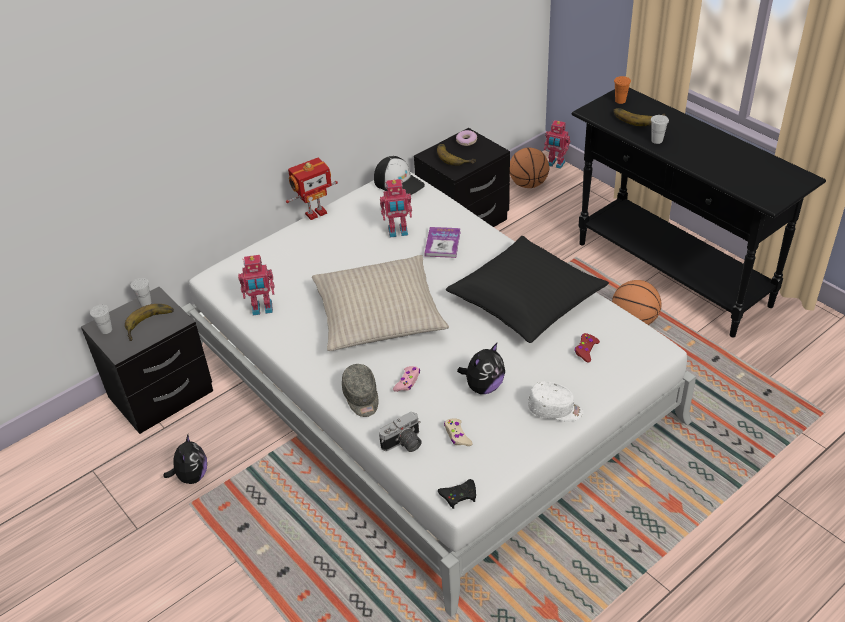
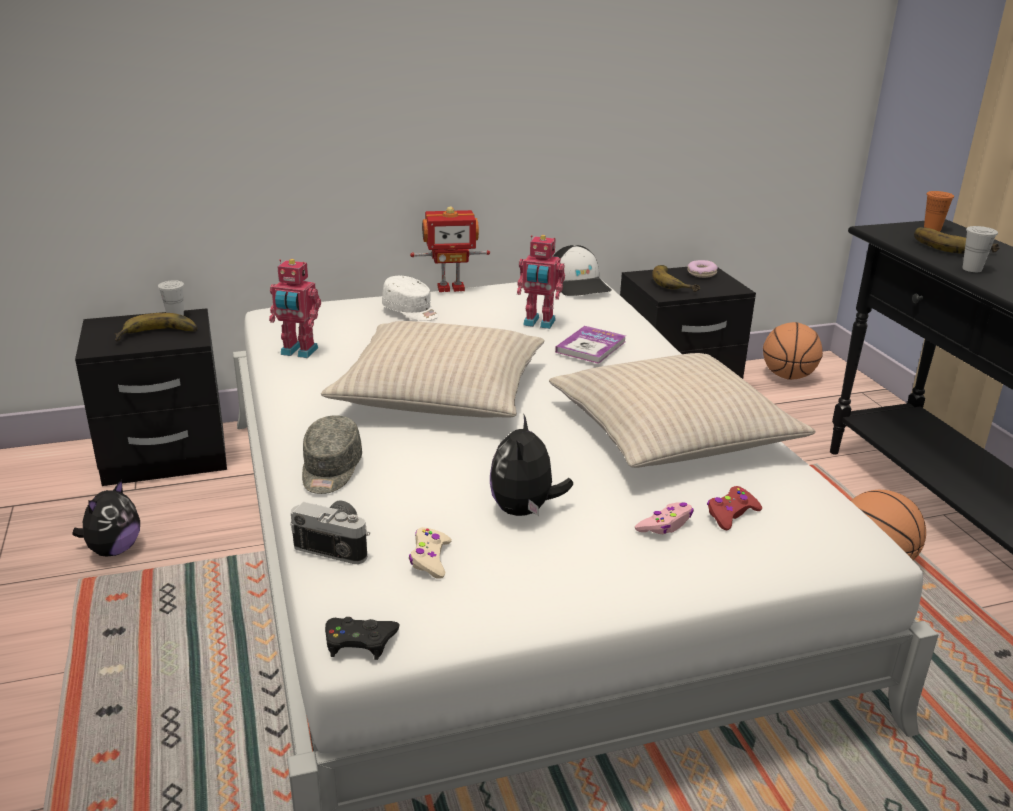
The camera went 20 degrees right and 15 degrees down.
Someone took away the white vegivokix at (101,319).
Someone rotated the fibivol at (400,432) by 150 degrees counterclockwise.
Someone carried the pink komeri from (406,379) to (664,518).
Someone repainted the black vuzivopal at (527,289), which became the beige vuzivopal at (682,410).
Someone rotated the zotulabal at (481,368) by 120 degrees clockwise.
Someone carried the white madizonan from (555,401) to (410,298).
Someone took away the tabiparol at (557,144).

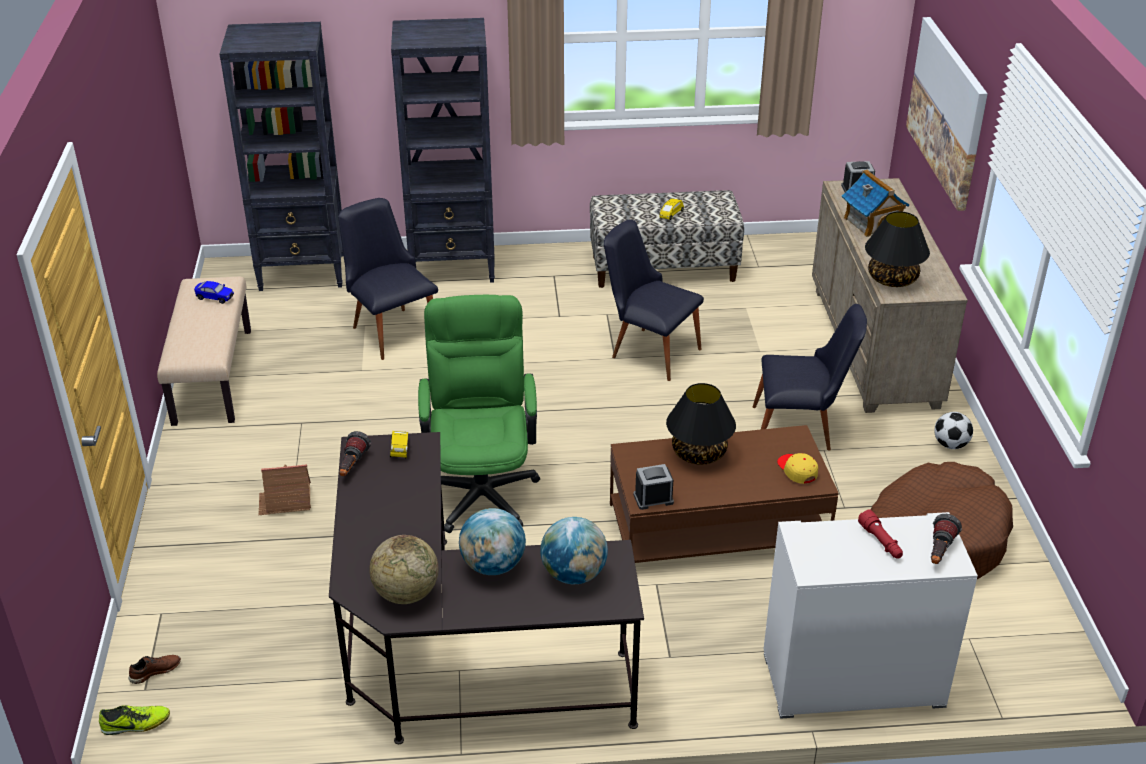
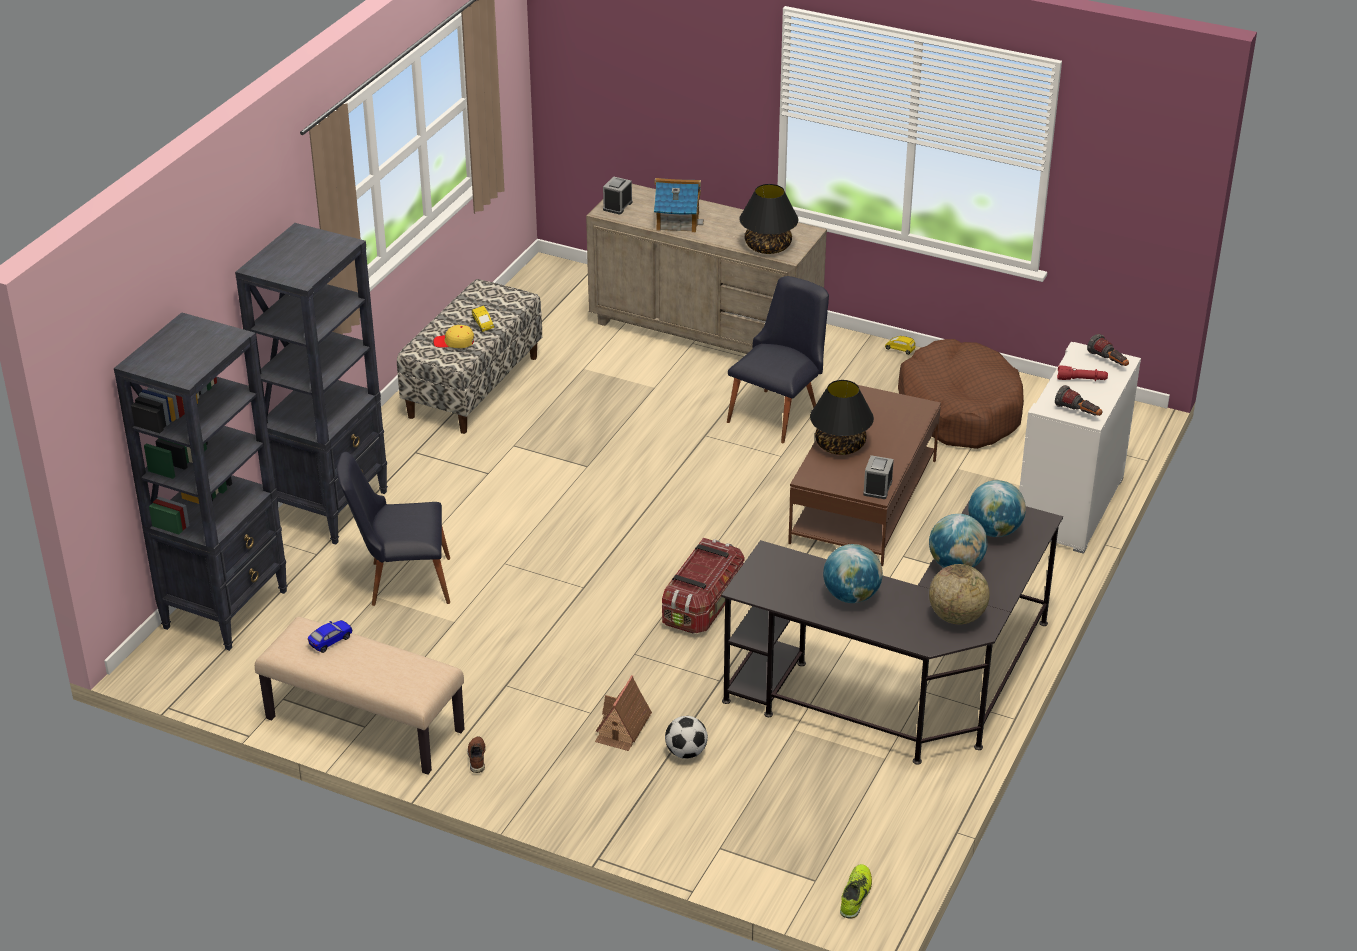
The camera went 60 degrees left and 0 degrees up.
Someone carried the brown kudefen from (154,669) to (476,754).
Someone carried the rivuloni from (355,453) to (1078,400).
Someone carried the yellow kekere from (399,445) to (900,345).
Someone swapped the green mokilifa at (479,414) for the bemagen at (703,586).
Someone took away the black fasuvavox at (654,300).
Someone carried the yellow madizonan from (797,468) to (453,336).
Someone took away the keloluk at (947,114).
Someone carried the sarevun from (953,430) to (686,737).
Someone put down the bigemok at (853,573).

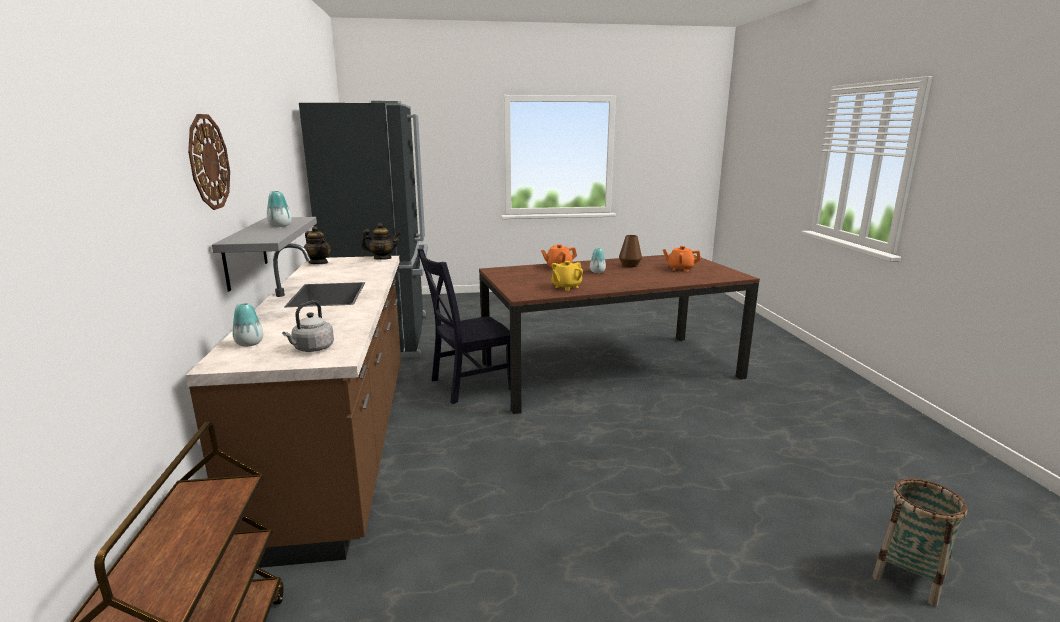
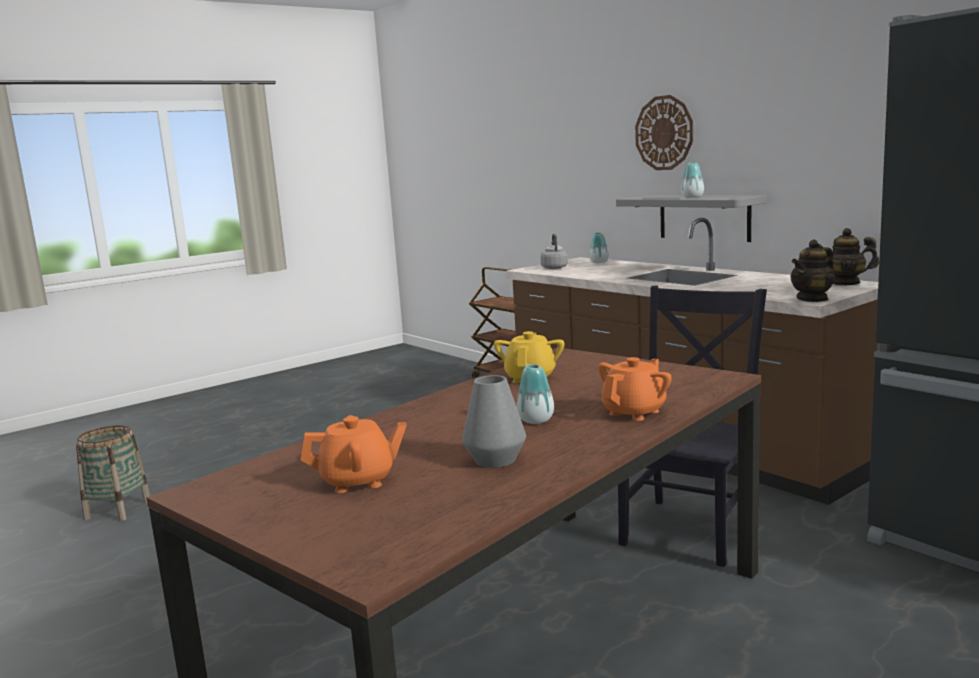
The camera went 150 degrees right and 5 degrees down.
Someone repainted the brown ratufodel at (630,251), which became the grey ratufodel at (494,421).

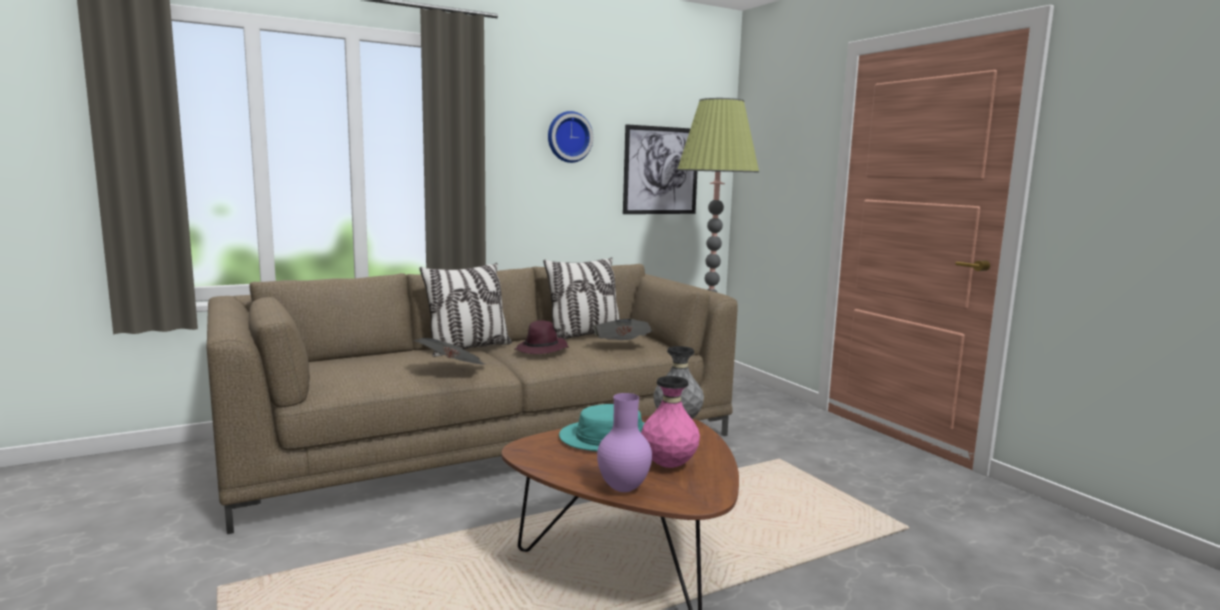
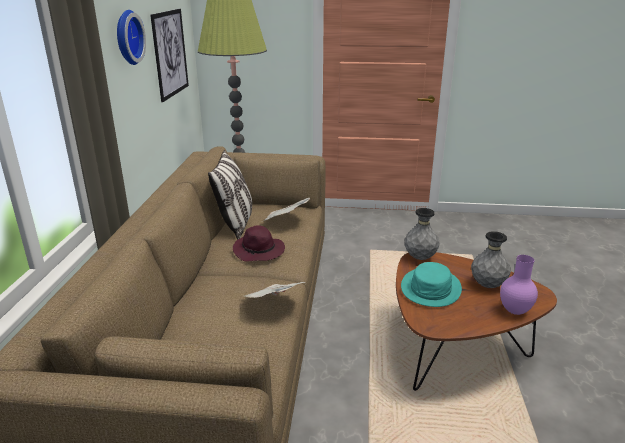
The camera went 55 degrees left and 15 degrees up.
Someone took away the vuzivopal at (465,310).
Someone repainted the pink ratufodel at (670,422), which became the grey ratufodel at (491,259).

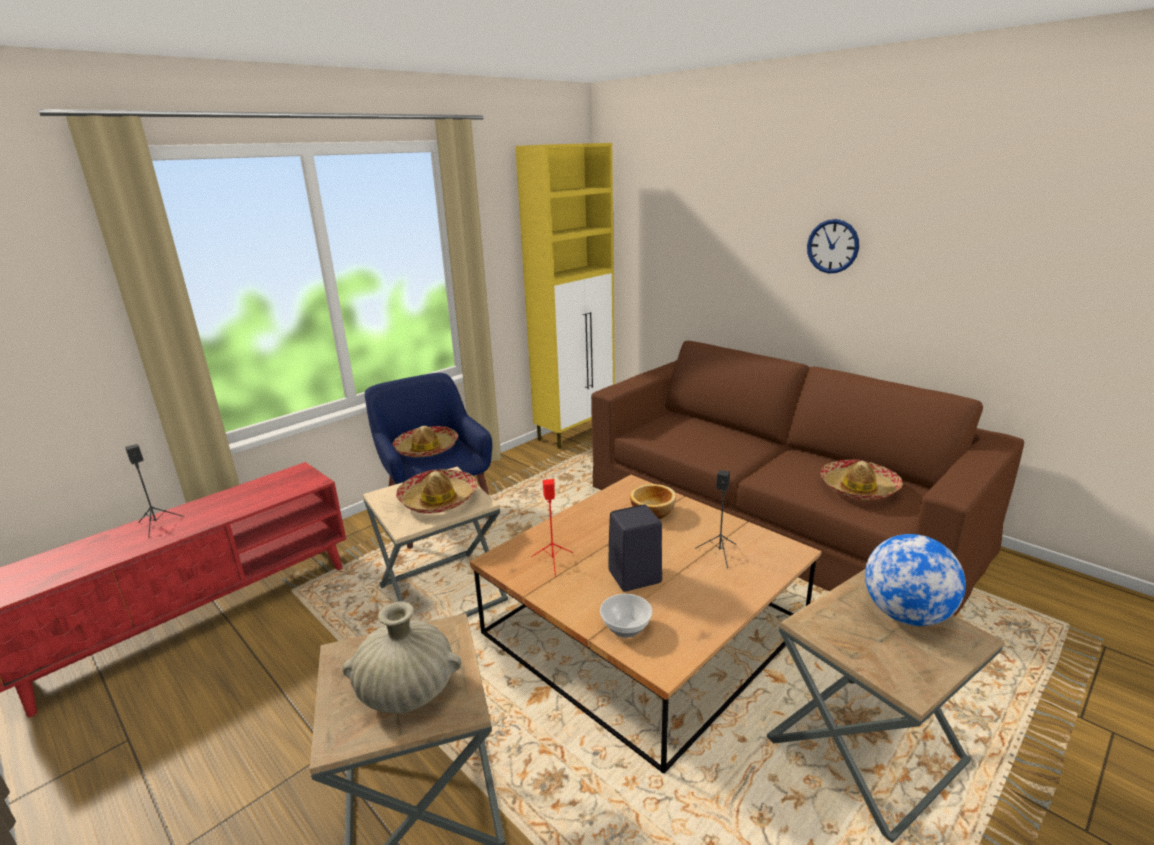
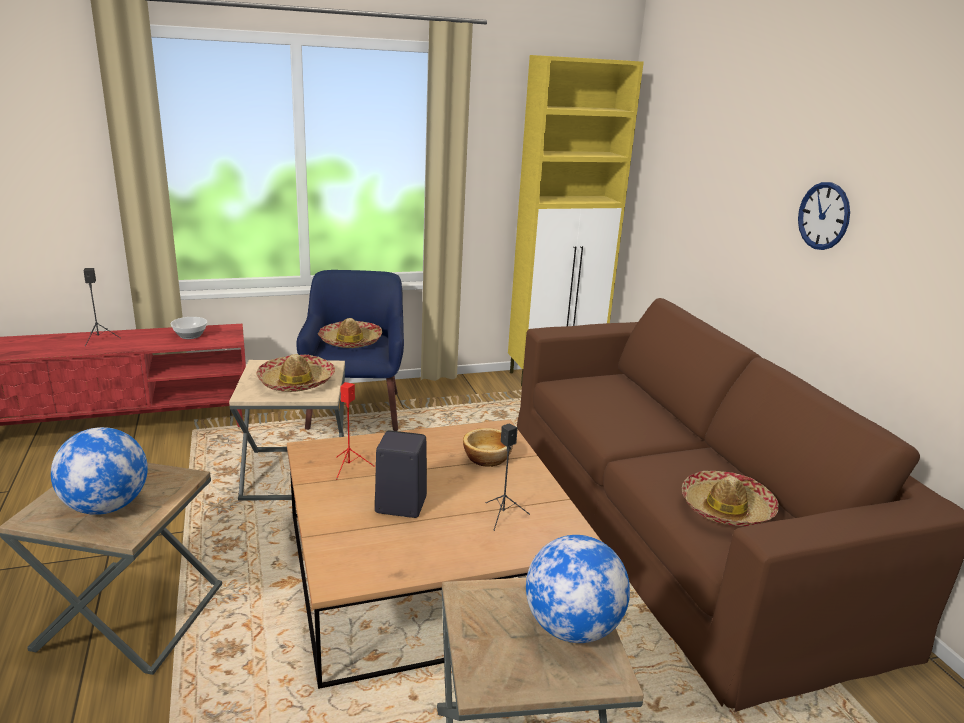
The camera went 25 degrees right and 0 degrees up.
Someone swapped the beige ratufodel at (401,657) for the bigemok at (99,471).
Someone carried the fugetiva from (626,616) to (189,328).

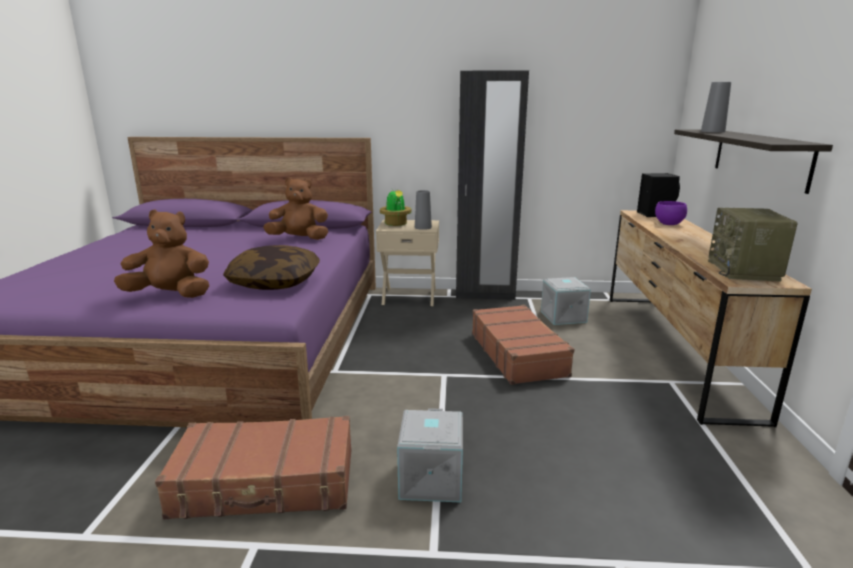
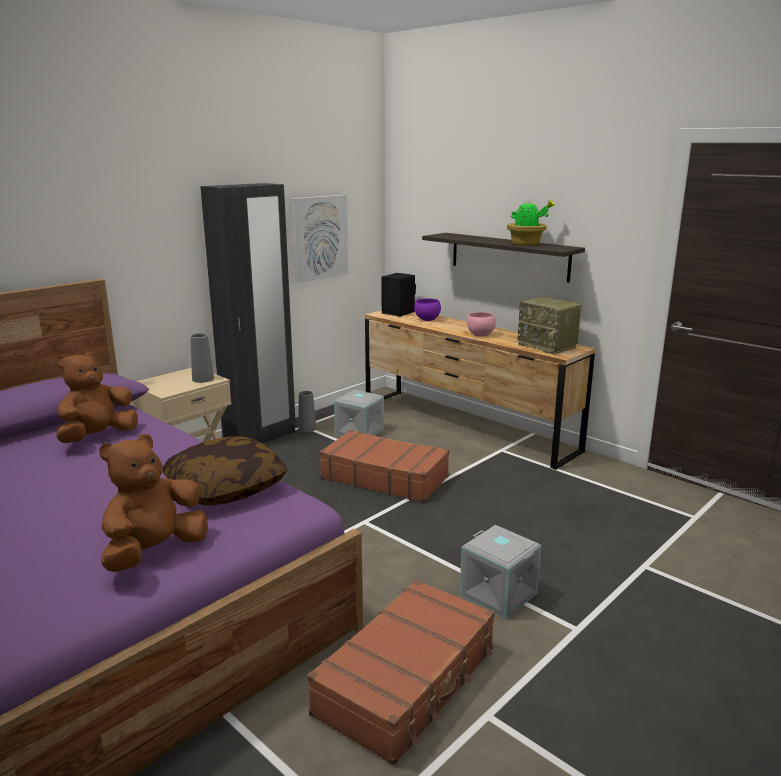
The camera went 50 degrees left and 0 degrees up.
Someone carried the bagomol from (396,207) to (531,222).
Someone carried the grey ratufodel from (716,107) to (307,411).
Someone put up the keloluk at (319,239).
Someone put down the pink fugetiva at (481,324).

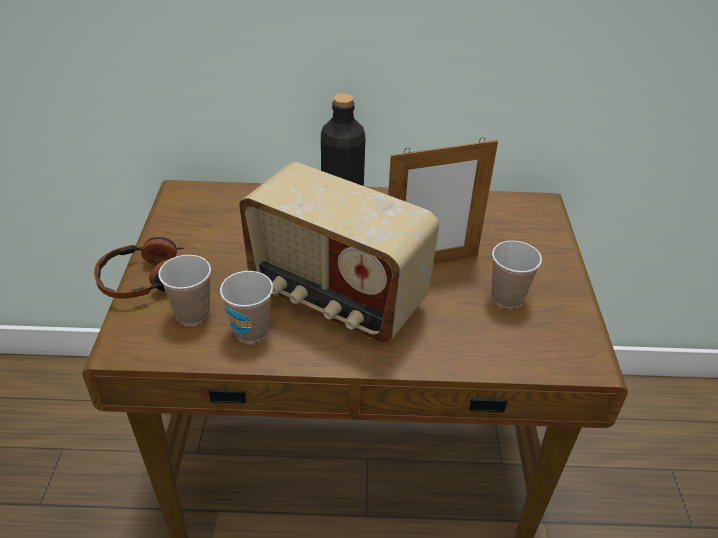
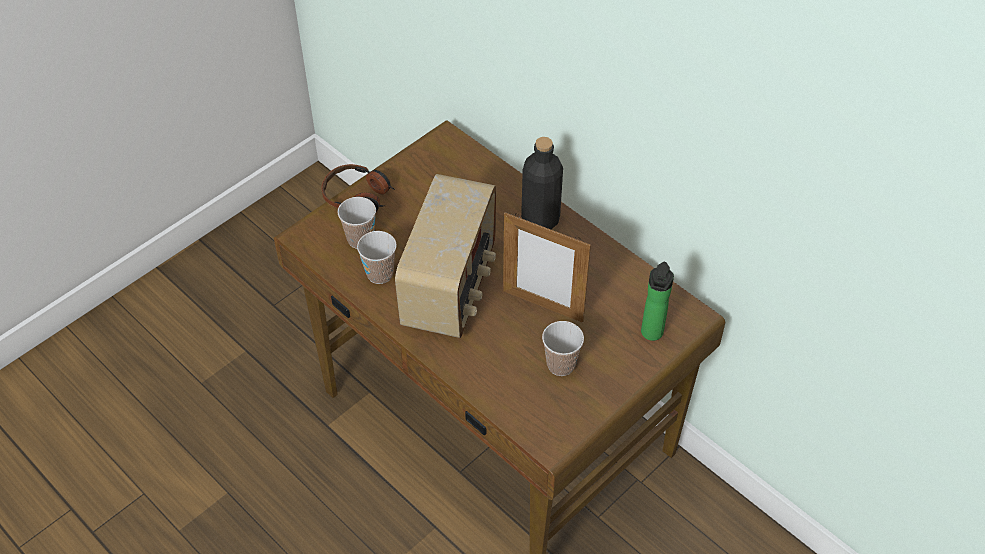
The camera went 45 degrees right and 10 degrees up.
Someone rotated the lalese at (339,252) by 150 degrees counterclockwise.
Someone put down the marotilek at (657,301).

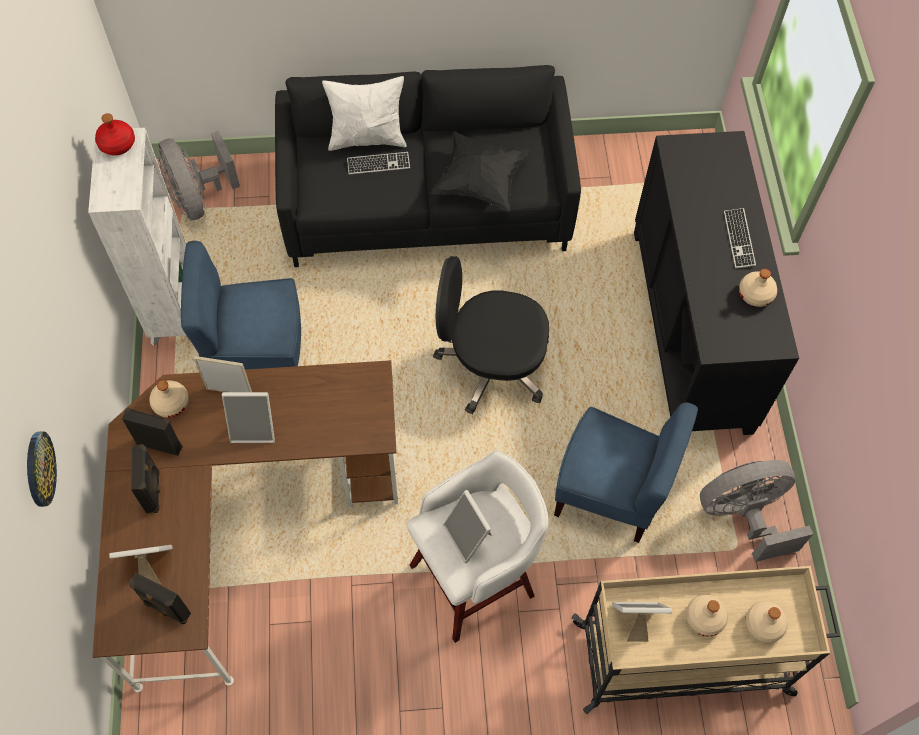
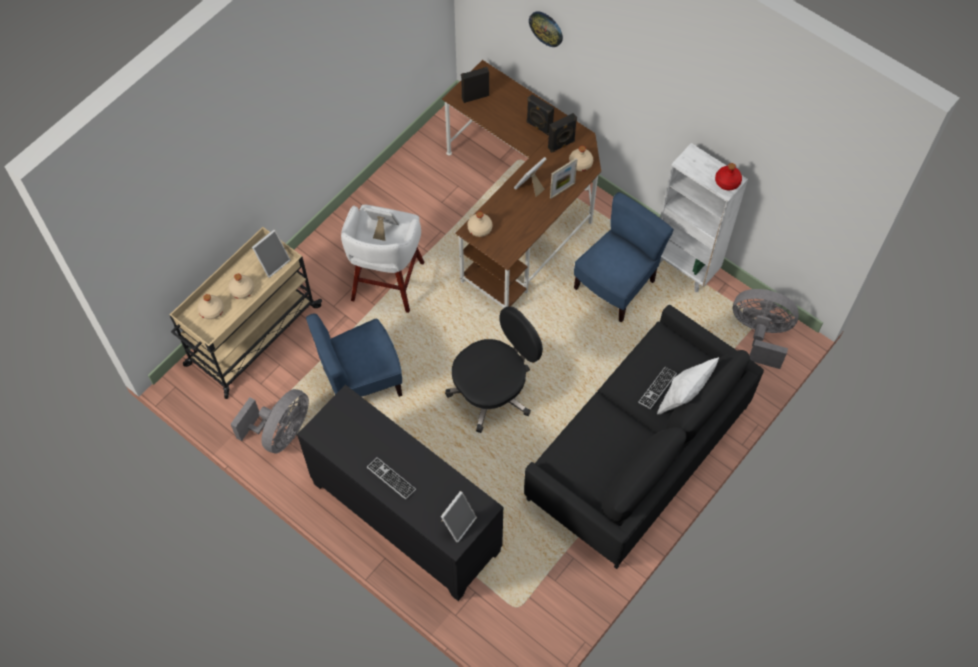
The camera went 135 degrees right and 0 degrees up.
Someone carried the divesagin from (141,564) to (459,517).
Someone took away the black vuzivopal at (480,172).
Someone carried the beige marotilek from (758,288) to (480,224).

